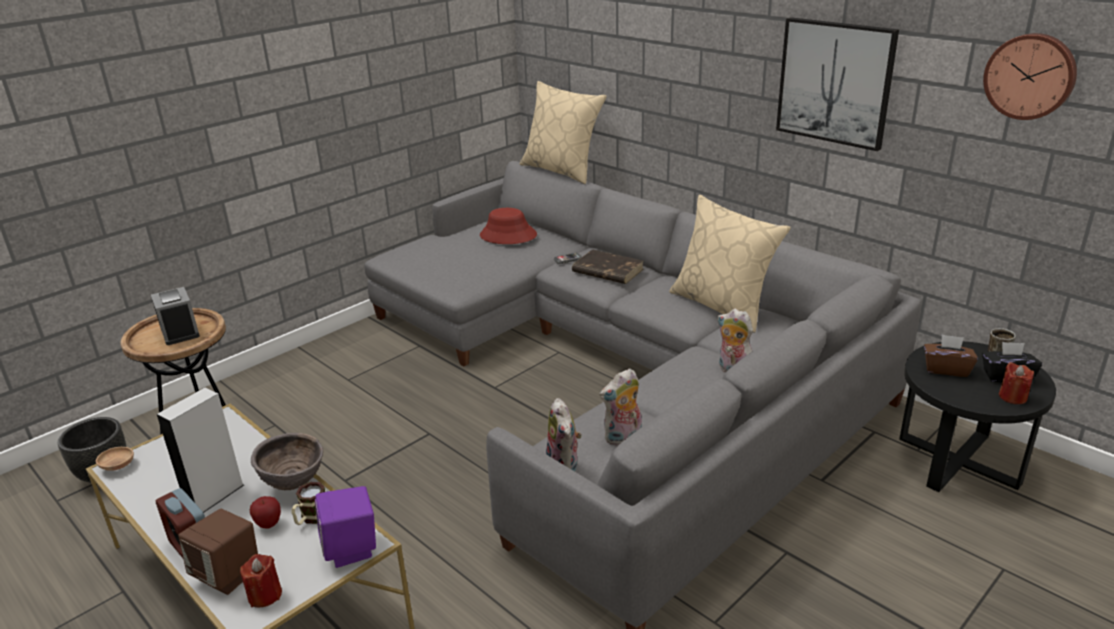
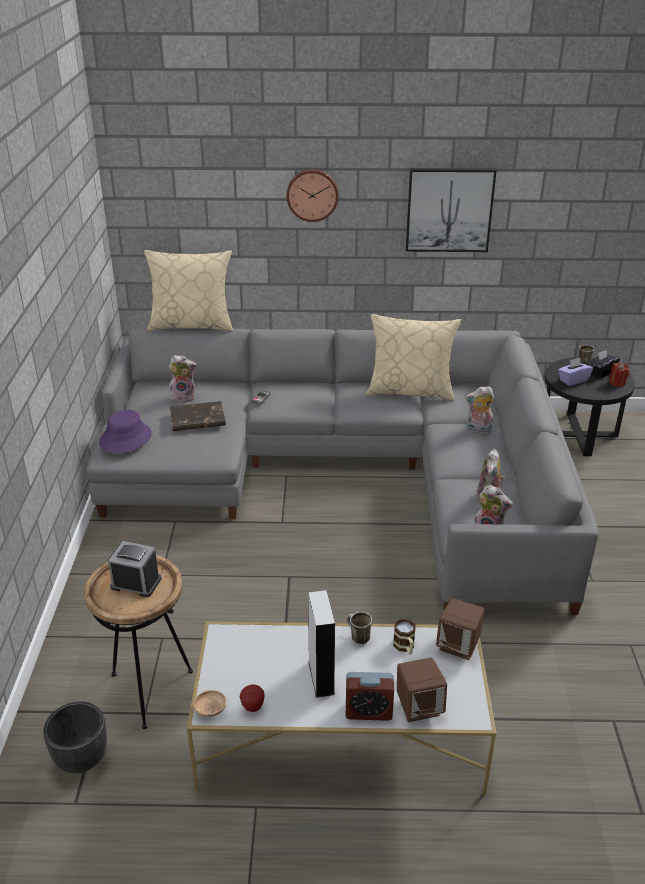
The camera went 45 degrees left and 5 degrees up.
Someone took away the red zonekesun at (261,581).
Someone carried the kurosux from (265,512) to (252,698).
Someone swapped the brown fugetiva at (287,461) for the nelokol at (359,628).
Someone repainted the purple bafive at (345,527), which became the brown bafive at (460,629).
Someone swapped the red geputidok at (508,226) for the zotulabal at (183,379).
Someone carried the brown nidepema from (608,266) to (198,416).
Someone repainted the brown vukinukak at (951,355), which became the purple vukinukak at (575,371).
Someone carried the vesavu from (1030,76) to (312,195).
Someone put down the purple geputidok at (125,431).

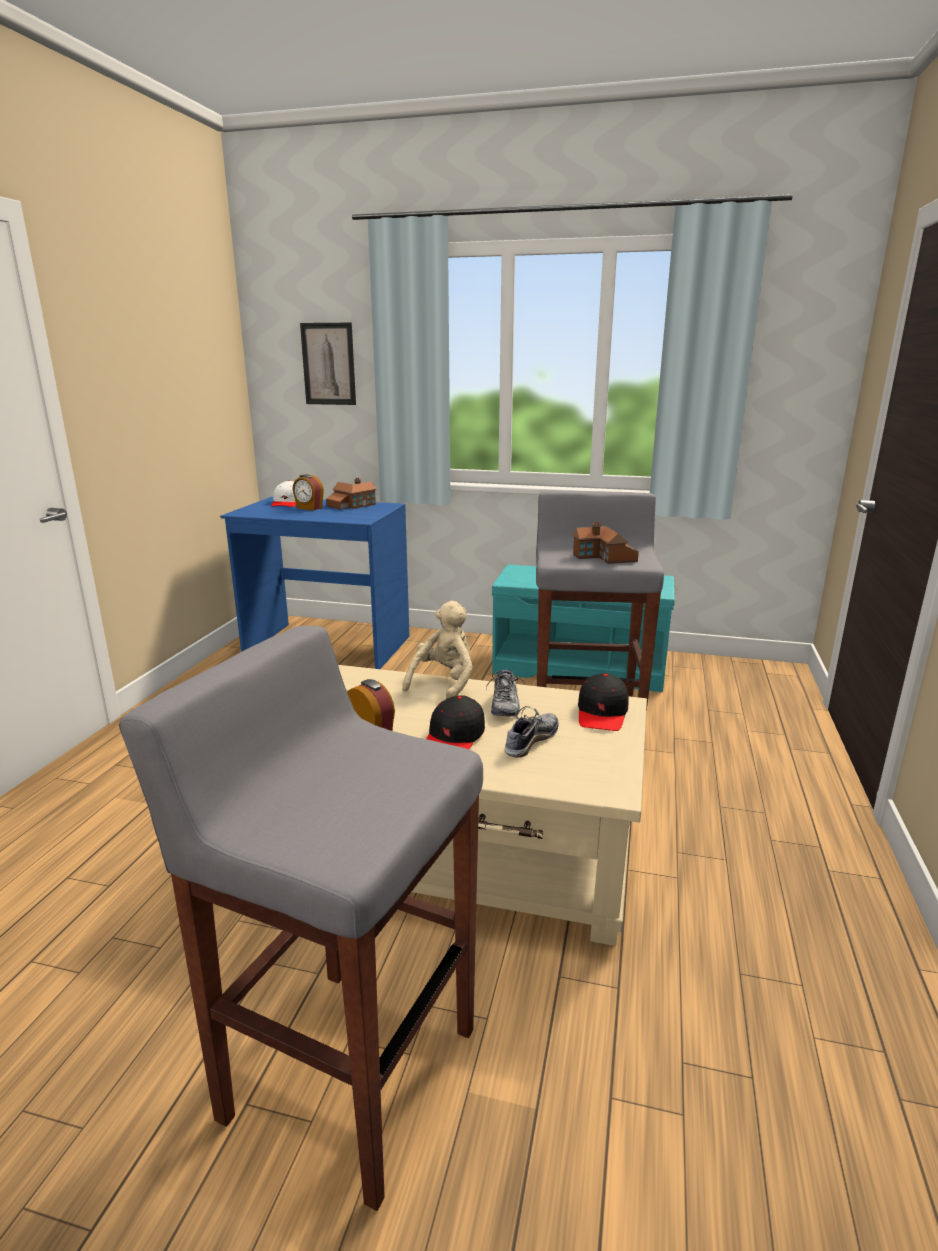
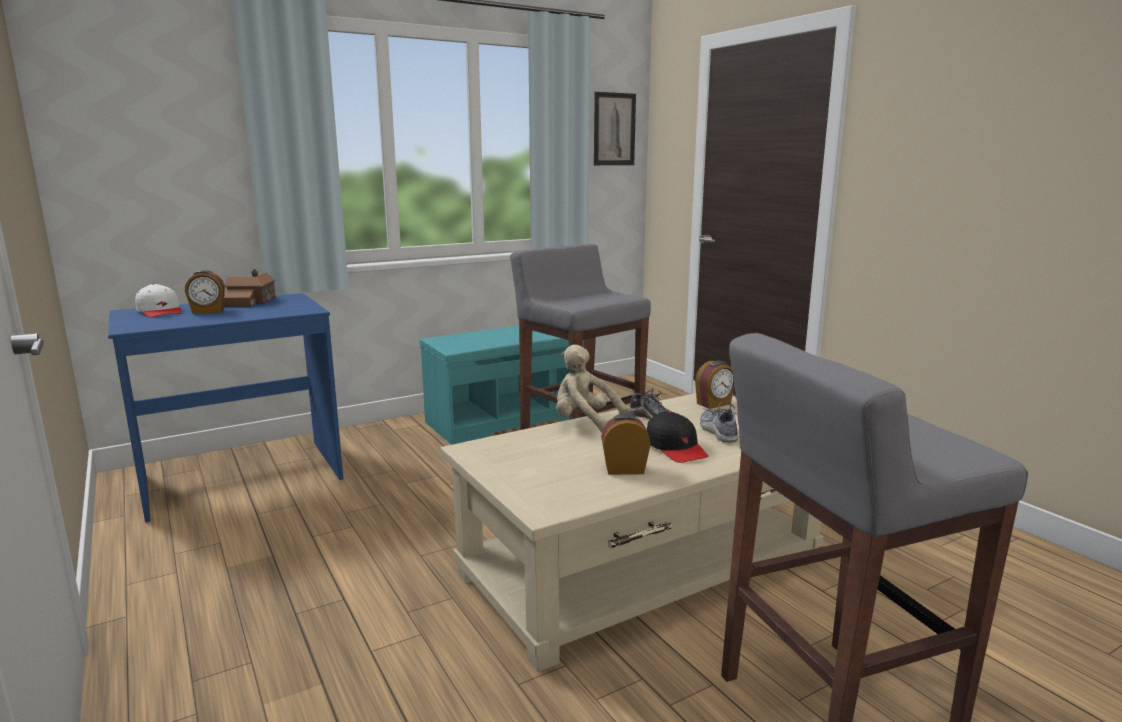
The camera went 45 degrees left and 5 degrees down.
Someone carried the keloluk from (328,364) to (615,128).
Someone rotated the beige zotulabal at (437,650) by 45 degrees counterclockwise.
Someone took away the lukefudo at (606,543).
Someone swapped the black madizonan at (603,702) for the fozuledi at (715,385).

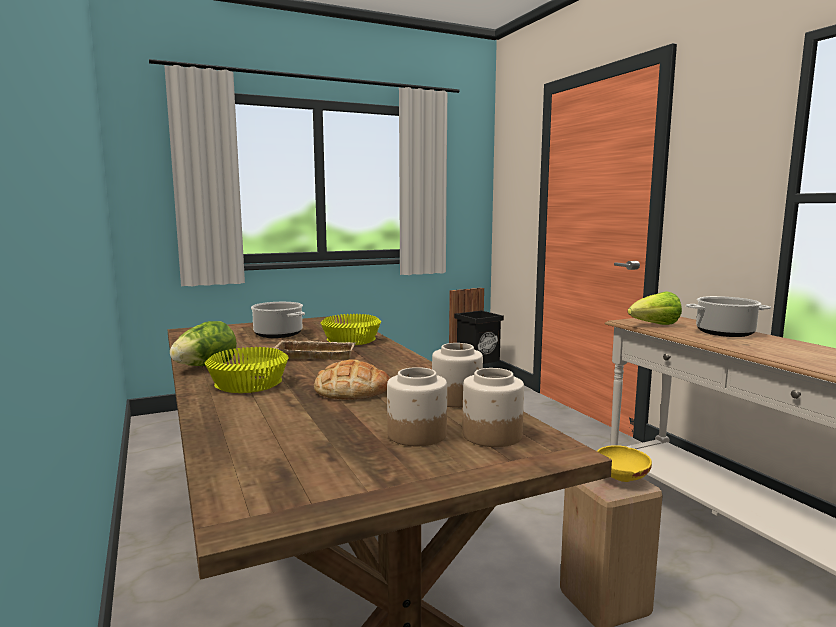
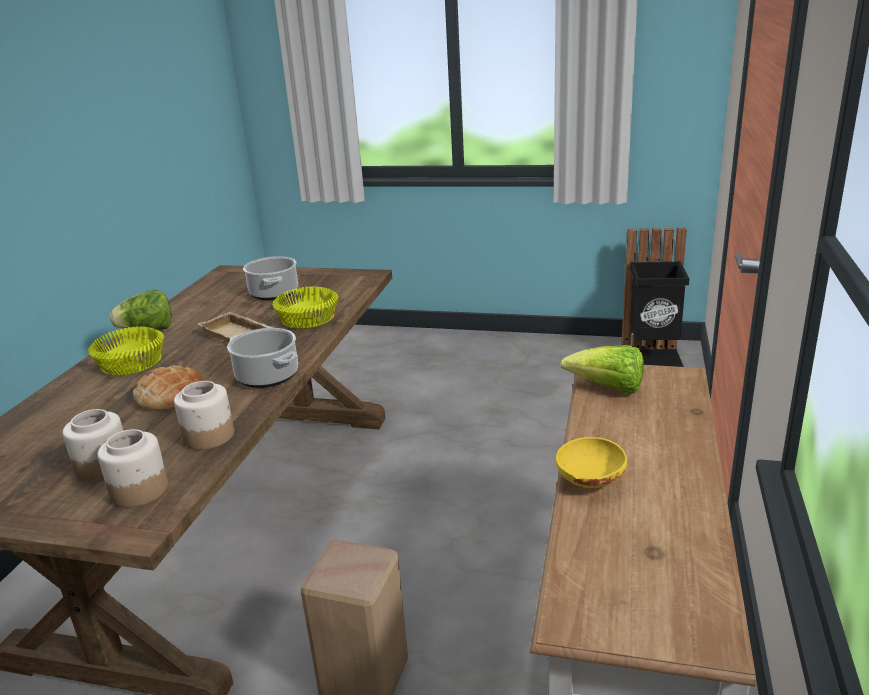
The camera went 40 degrees right and 15 degrees up.
Someone carried the yellow fugetiva from (624,463) to (591,462).
Someone carried the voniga from (728,316) to (262,358).

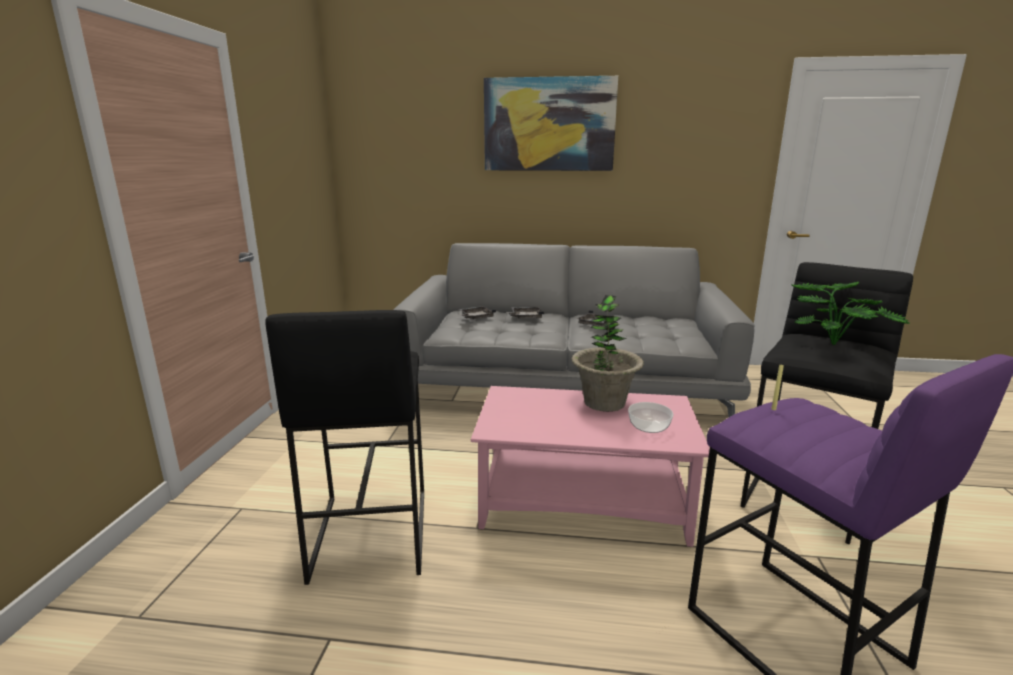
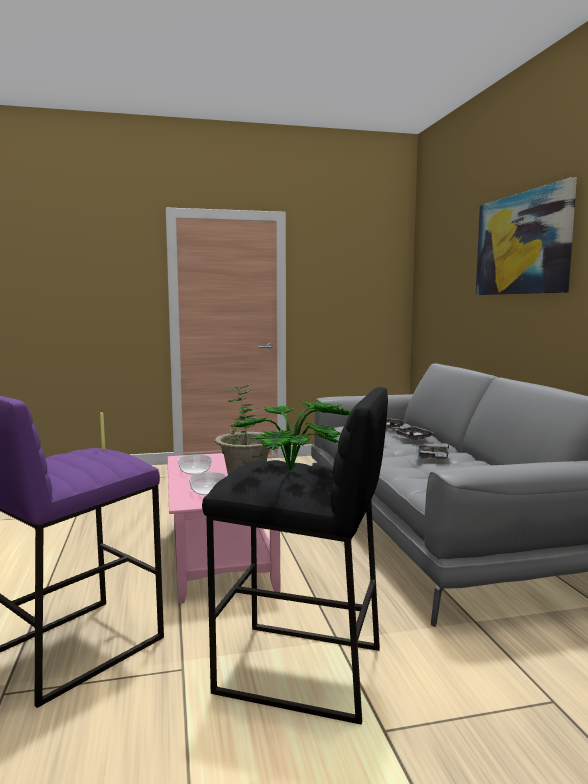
The camera went 70 degrees right and 10 degrees down.
Someone took away the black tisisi at (344,447).
Someone put down the fugetiva at (195,465).

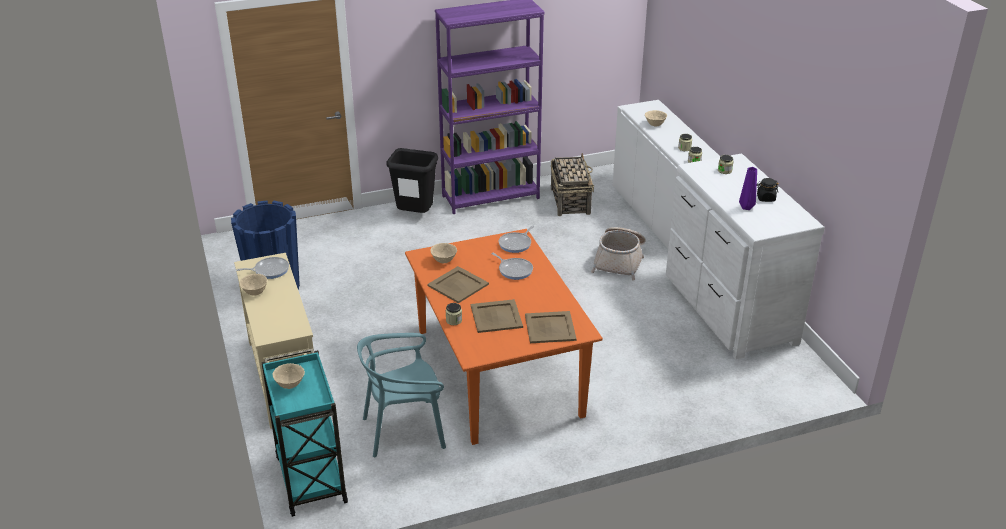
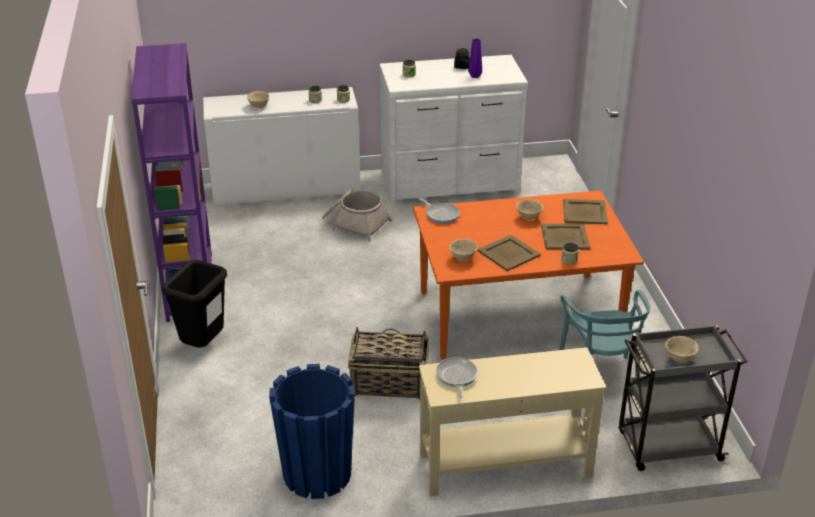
The camera went 80 degrees left and 0 degrees up.
Someone carried the beige fugetiva from (253,285) to (529,210).
Someone repainted the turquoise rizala at (304,433), which became the grey rizala at (683,398).
Someone took away the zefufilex at (512,266).
Someone carried the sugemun from (572,184) to (388,363).

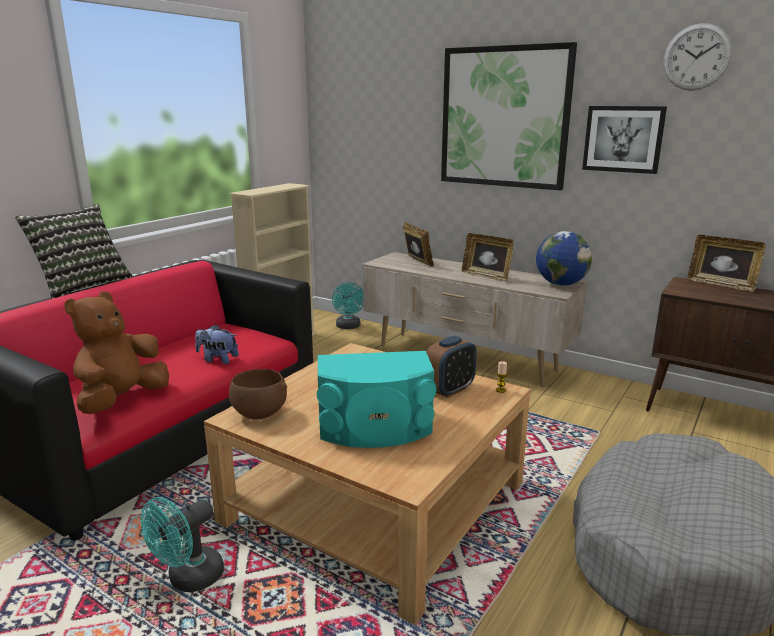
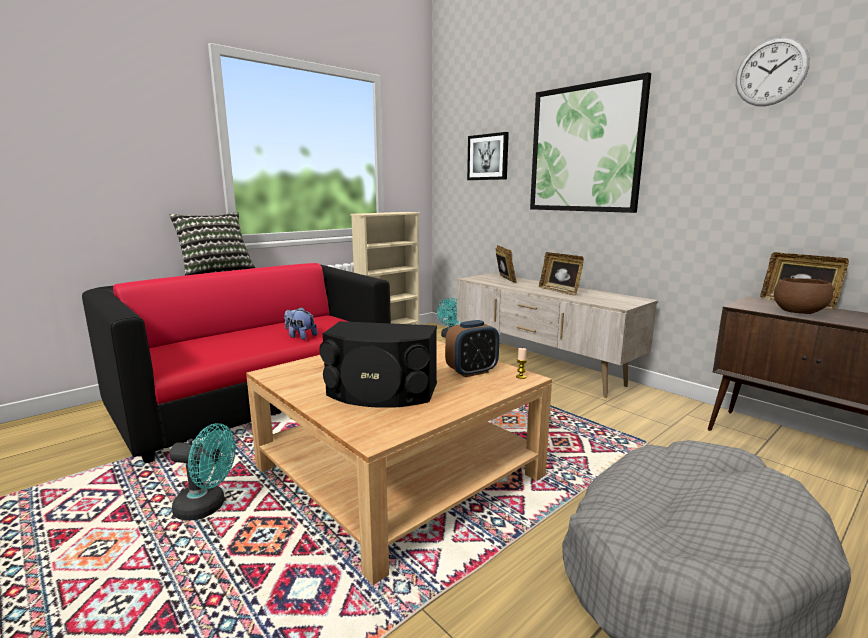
The camera went 15 degrees right and 5 degrees down.
Someone took away the brown zotulabal at (116,353).
Someone rotated the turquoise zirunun at (182,544) by 135 degrees counterclockwise.
Someone carried the brown fugetiva from (258,394) to (804,296).
Someone repainted the turquoise bafive at (377,399), which became the black bafive at (378,364).
Someone took away the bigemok at (564,258).
Someone carried the keloluk from (624,140) to (488,156).

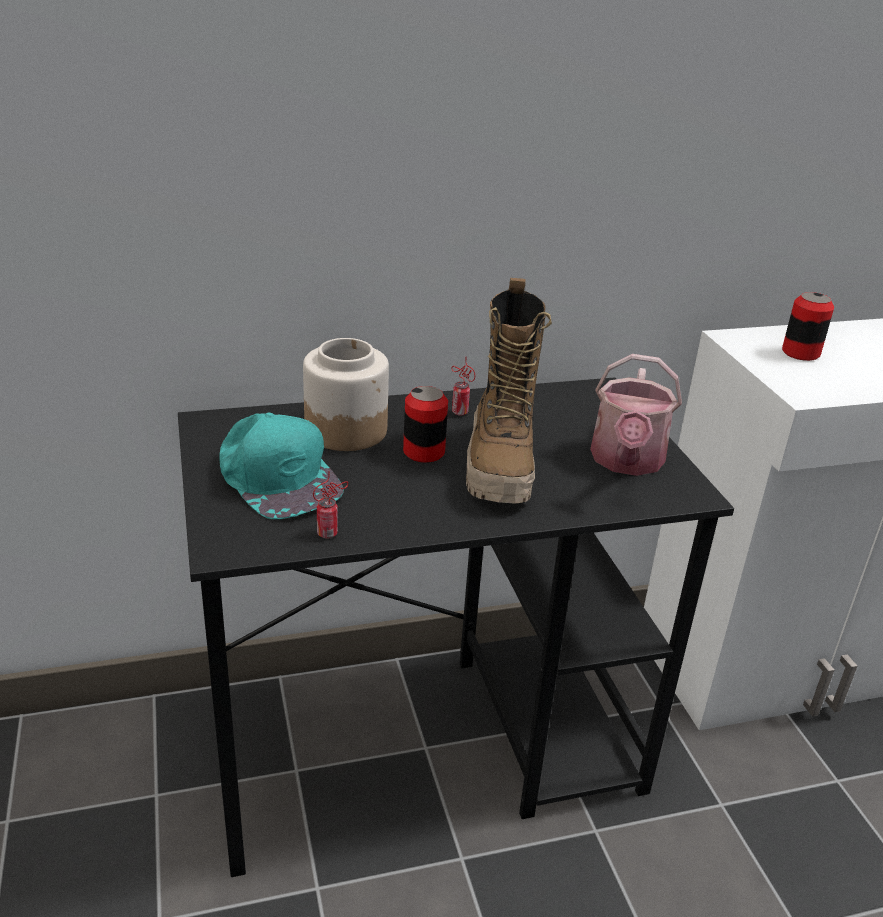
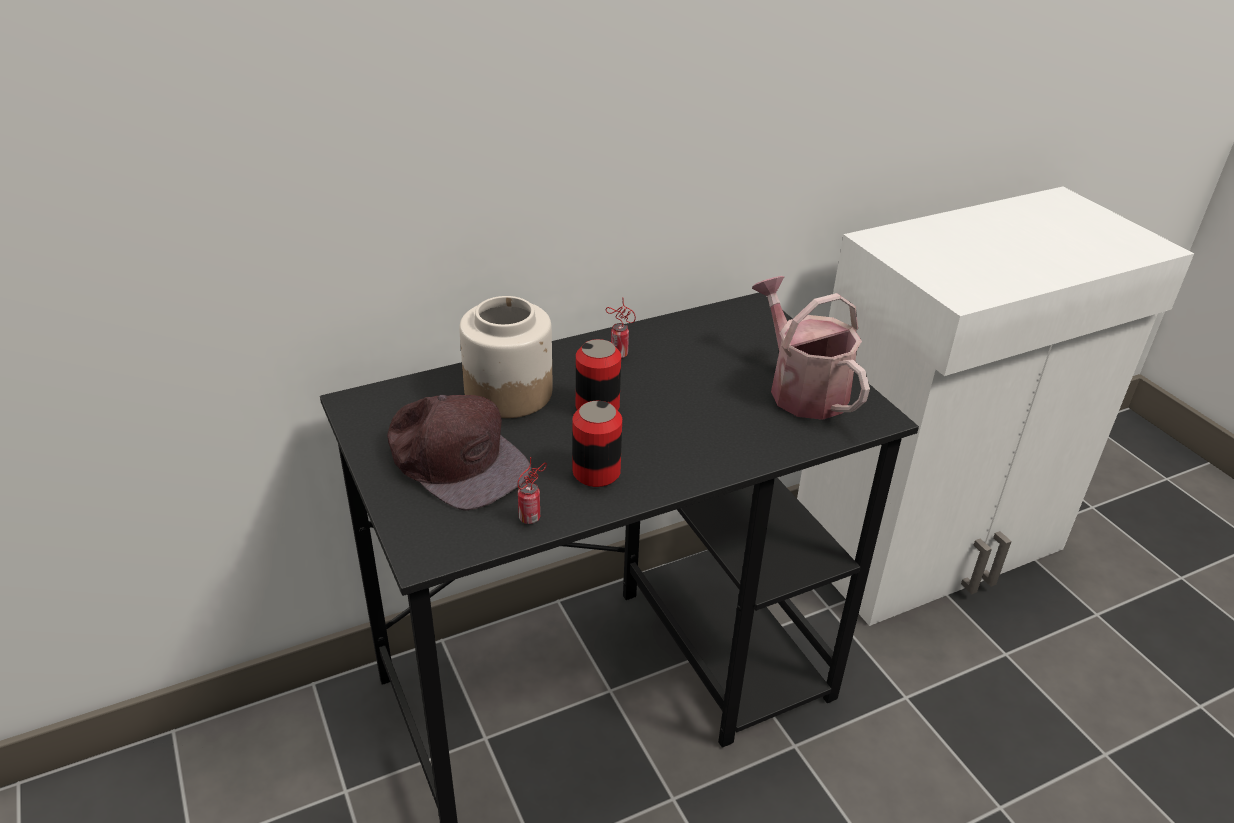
The camera went 10 degrees left and 5 degrees up.
Someone repainted the turquoise madizonan at (281,465), which became the brown madizonan at (459,452).
Someone took away the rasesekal at (509,391).
Someone rotated the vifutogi at (636,415) by 150 degrees clockwise.
Someone carried the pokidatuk from (808,326) to (597,444).

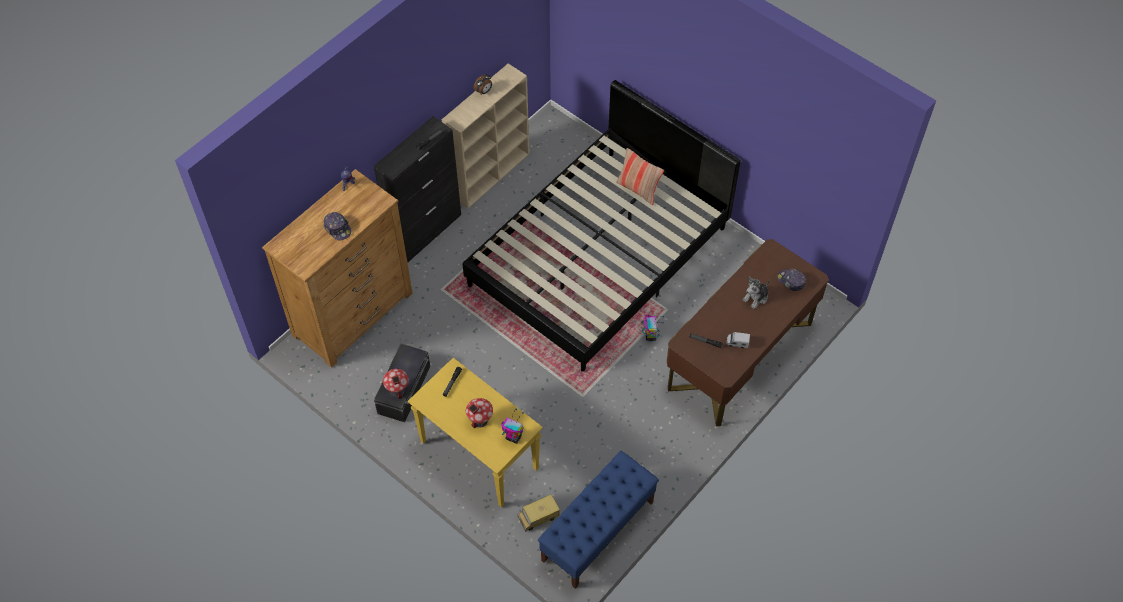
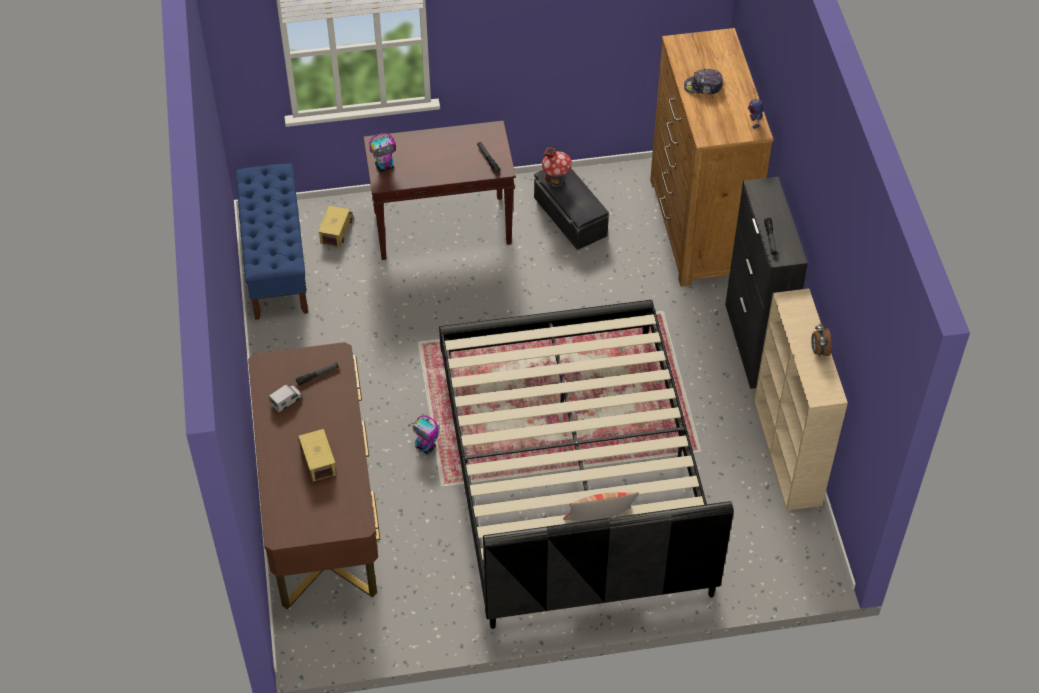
The camera went 130 degrees right and 5 degrees down.
Someone repainted the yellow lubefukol at (475,432), which became the brown lubefukol at (439,190).
Someone took away the lukefudo at (479,413).
Someone swapped the zotulabal at (756,293) for the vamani at (317,455).
Someone took away the madizonan at (791,279).

